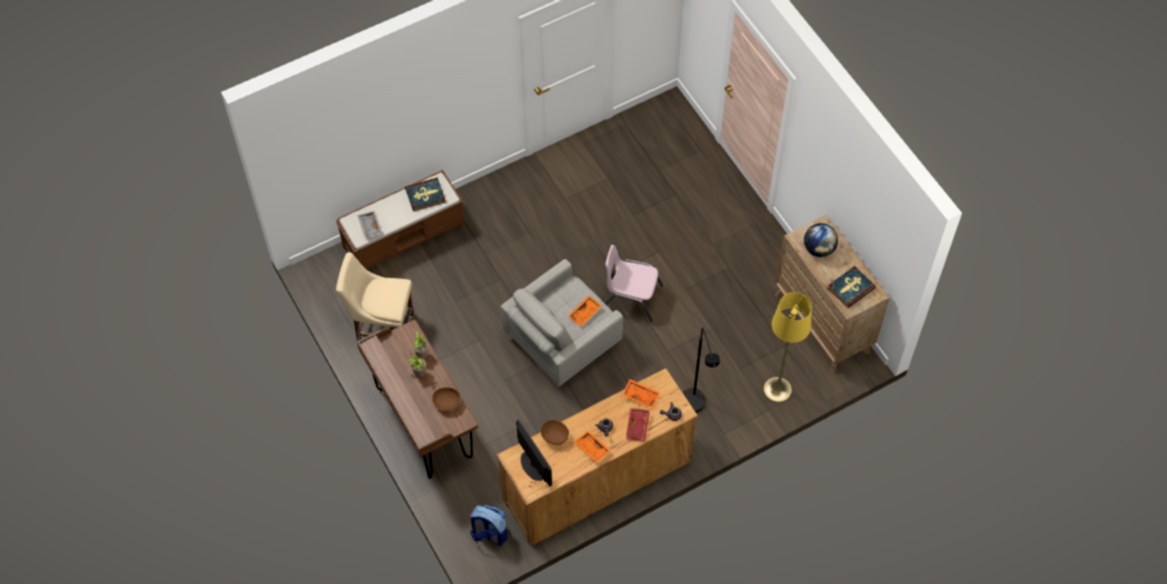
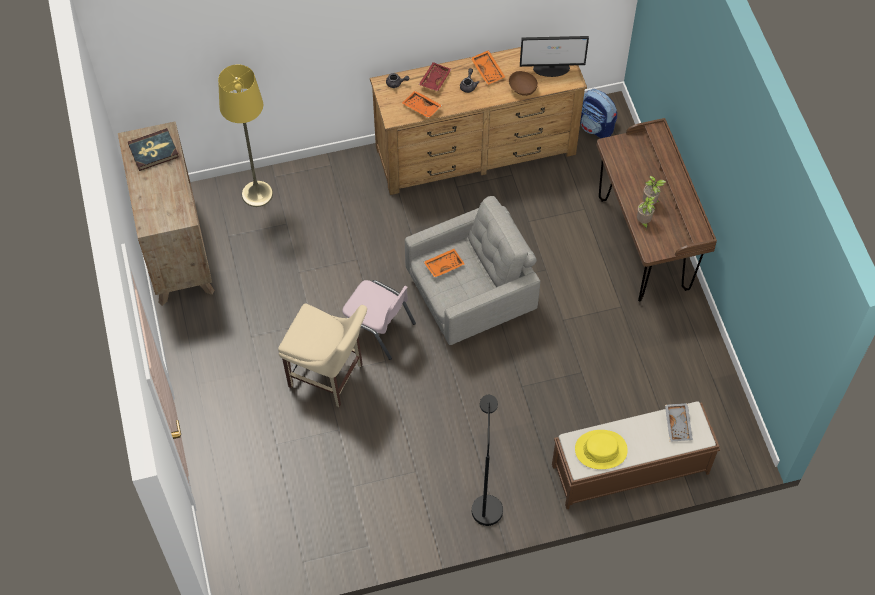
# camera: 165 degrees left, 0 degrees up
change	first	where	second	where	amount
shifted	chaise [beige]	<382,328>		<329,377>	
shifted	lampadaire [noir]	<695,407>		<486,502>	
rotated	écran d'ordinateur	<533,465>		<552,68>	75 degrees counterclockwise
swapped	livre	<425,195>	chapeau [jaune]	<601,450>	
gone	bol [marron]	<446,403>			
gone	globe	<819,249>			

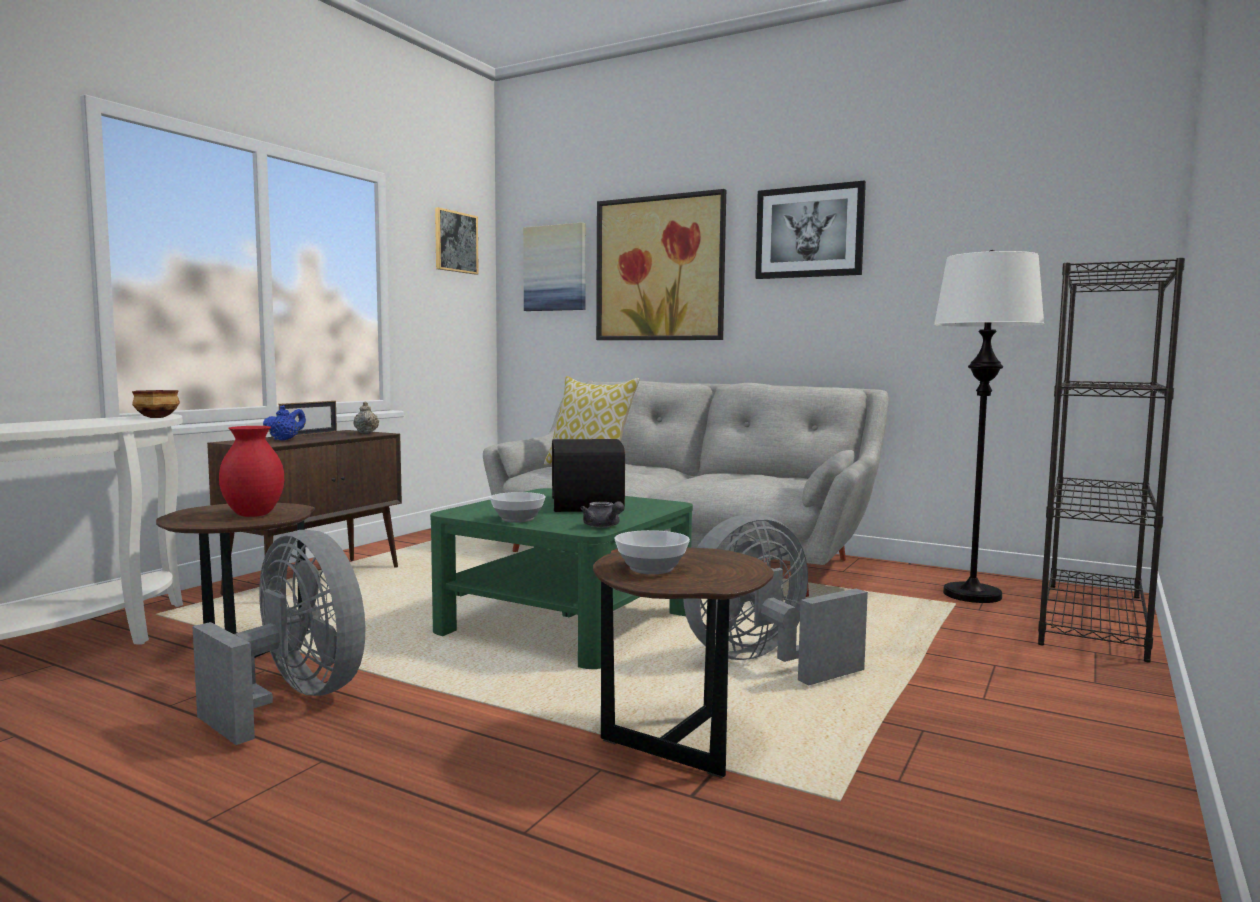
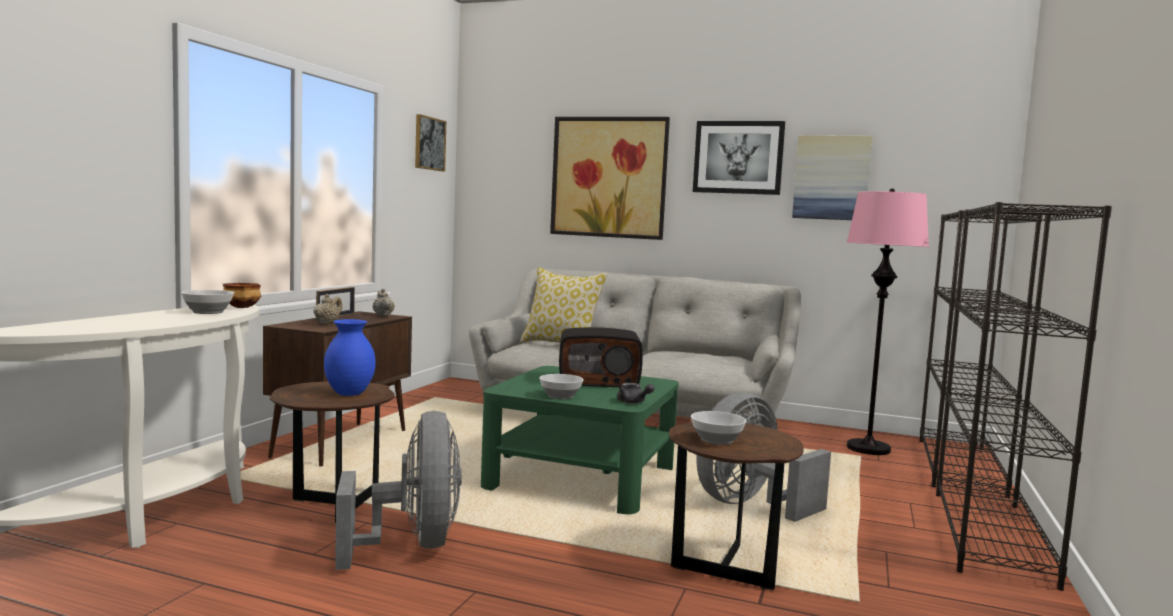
# camera: 10 degrees left, 0 degrees up
change	first	where	second	where	amount
new			bol	<208,312>	
repainted	théière [bleu]	<285,440>	théière [beige]	<327,323>	
repainted	vase [rouge]	<254,515>	vase [bleu]	<350,394>	
rotated	ventilateur [gris]	<294,699>		<412,545>	45 degrees clockwise
rotated	radio	<588,504>		<599,381>	75 degrees counterclockwise
shifted	tableau	<555,268>		<831,178>	
repainted	lampadaire [blanc]	<971,595>	lampadaire [rose]	<868,448>	
new			bibliothèque [noir]	<991,536>	

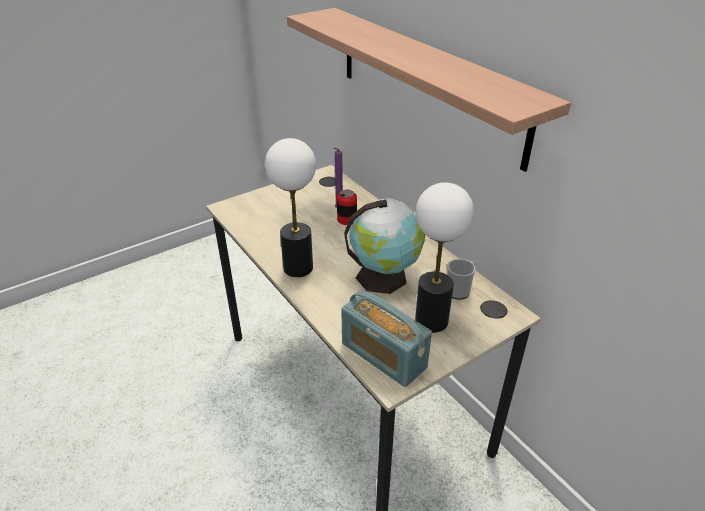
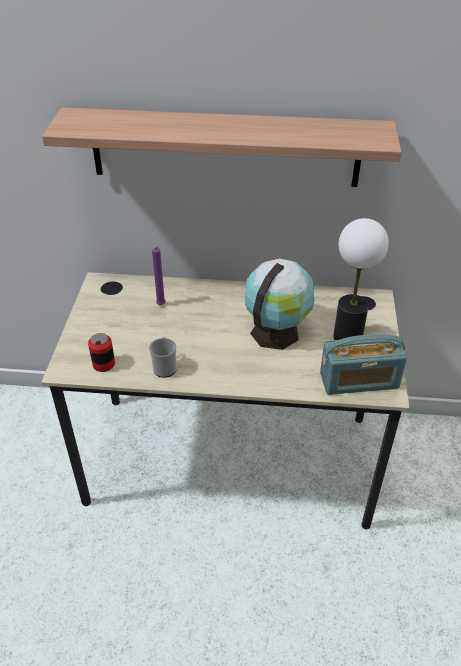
# camera: 50 degrees left, 5 degrees up
change	first	where	second	where	amount
shifted	boîte métallique	<347,220>		<104,364>	
shifted	mug	<459,290>		<165,367>	
gone	lampe de table	<298,268>			

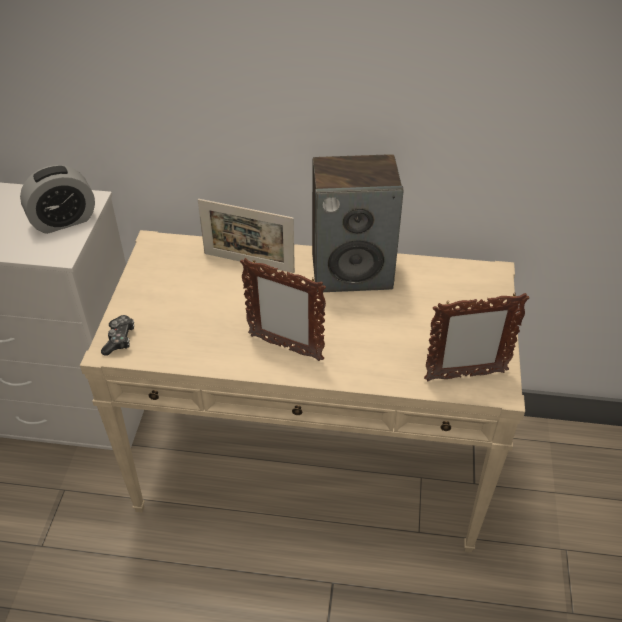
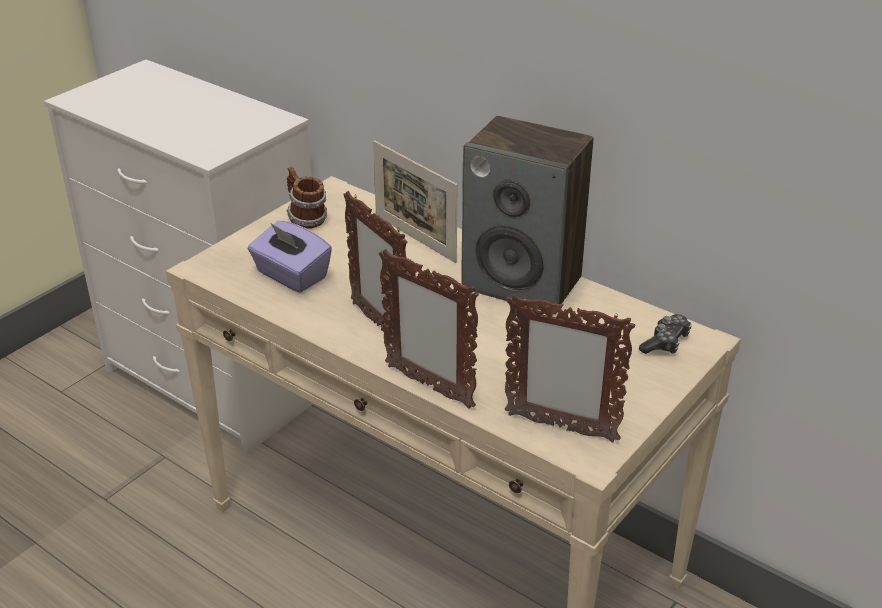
# camera: 30 degrees right, 10 degrees down
change	first	where	second	where	amount
new			boîte à mouchoirs [violet]	<291,276>	
new			mug	<305,219>	
new			cadre photo	<428,386>	
shifted	manette	<119,339>		<665,342>	
gone	réveil	<63,221>			

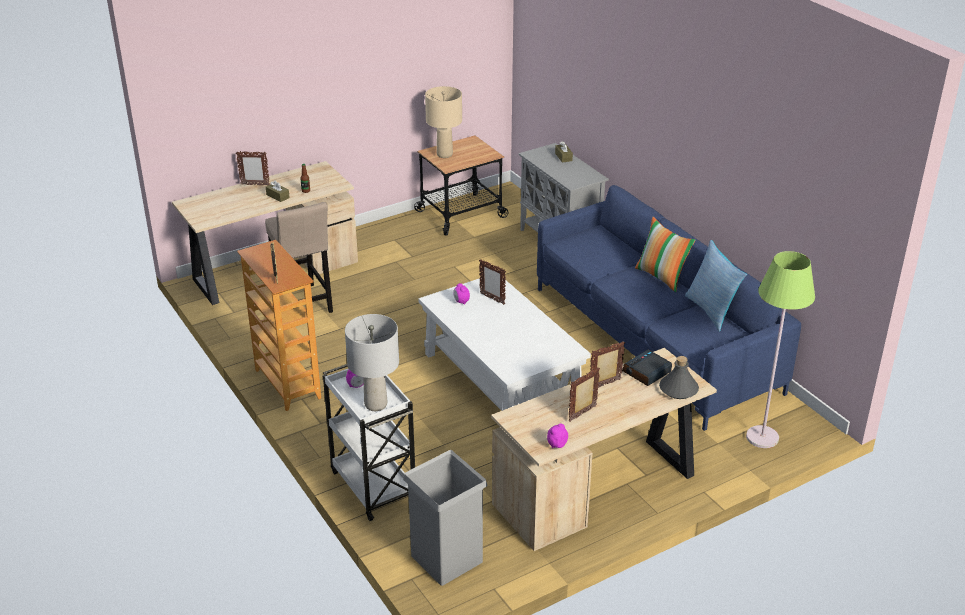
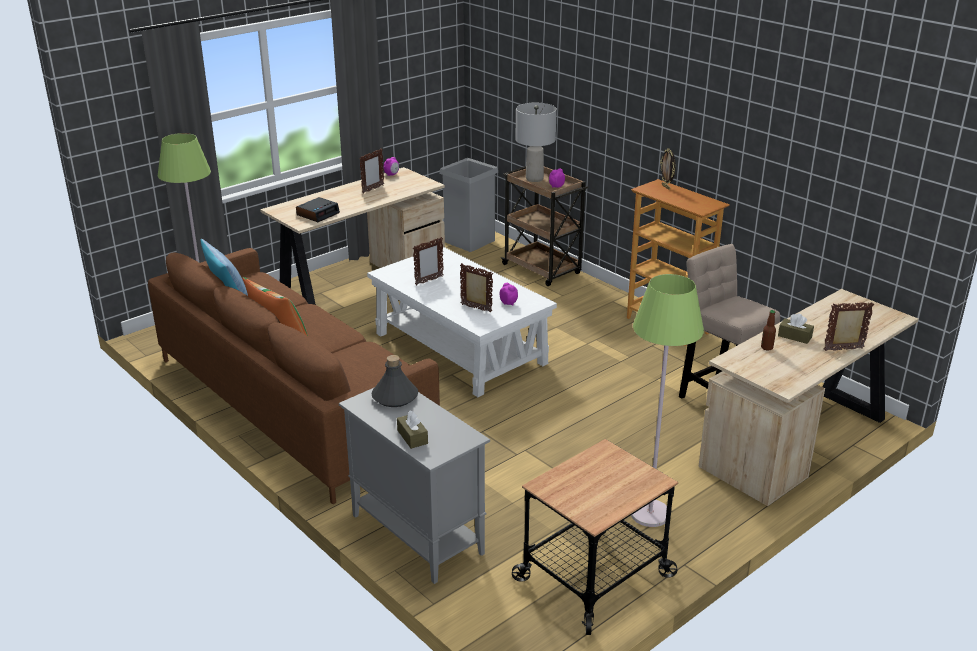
# camera: 170 degrees right, 5 degrees down
change	first	where	second	where	amount
repainted	canapé [bleu]	<654,339>	canapé [marron]	<292,402>	
shifted	bouteille [gris]	<678,389>		<394,397>	
shifted	cadre photo	<605,385>		<429,281>	
repainted	chariot [blanc]	<373,485>	chariot [marron]	<542,270>	
new			lampadaire [vert]	<650,514>	
gone	lampe de table [beige]	<444,154>			

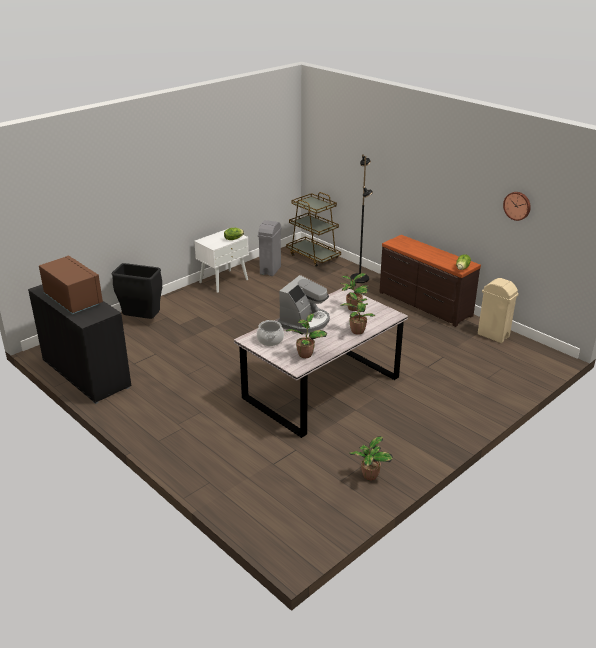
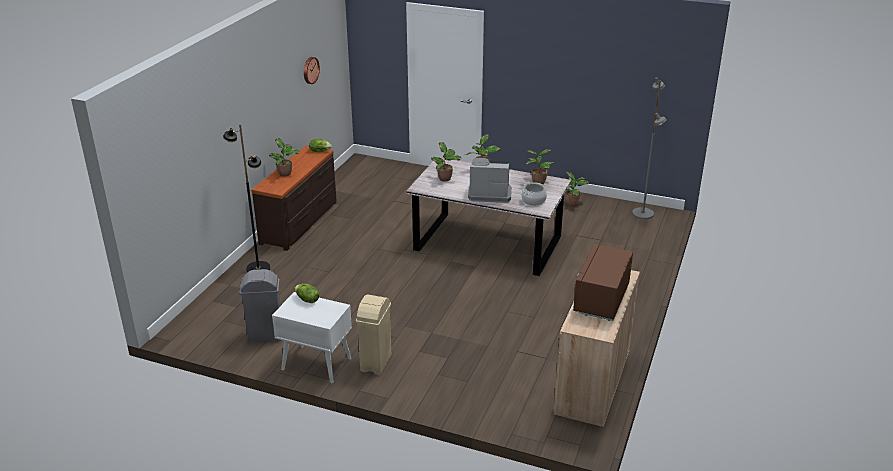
# camera: 115 degrees left, 0 degrees up
change	first	where	second	where	amount
new			plante en pot	<285,174>	
shifted	poubelle [beige]	<493,335>		<375,363>	
repainted	meuble de rangement [noir]	<86,373>	meuble de rangement [beige]	<592,382>	
new			lampadaire [gris]	<643,213>	
gone	poubelle [noir]	<142,320>			
gone	chariot [marron]	<313,256>			

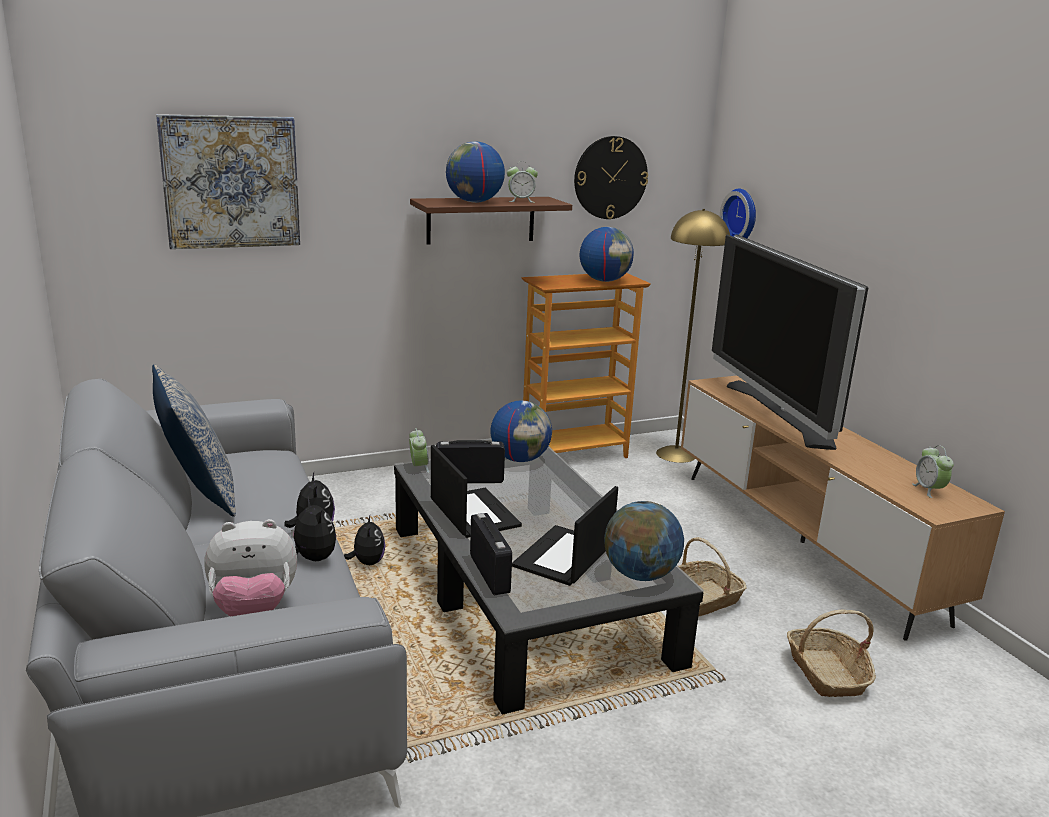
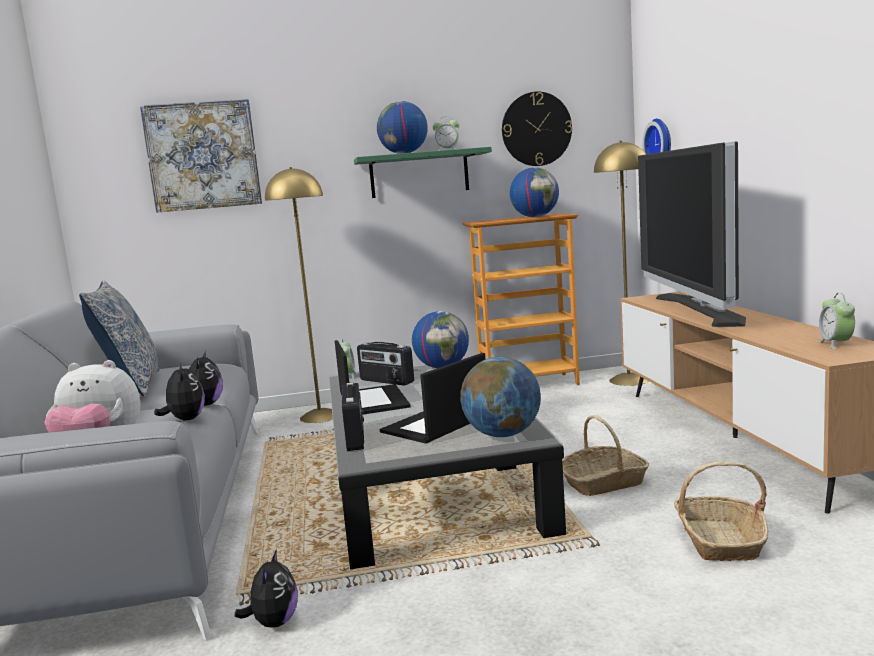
# camera: 15 degrees right, 10 degrees down
change	first	where	second	where	amount
shifted	peluche	<367,562>		<274,623>	
new			lampadaire [jaune]	<319,416>	
repainted	étagère [marron]	<481,220>	étagère [vert]	<419,174>	
rotated	radio	<469,480>		<386,381>	150 degrees counterclockwise

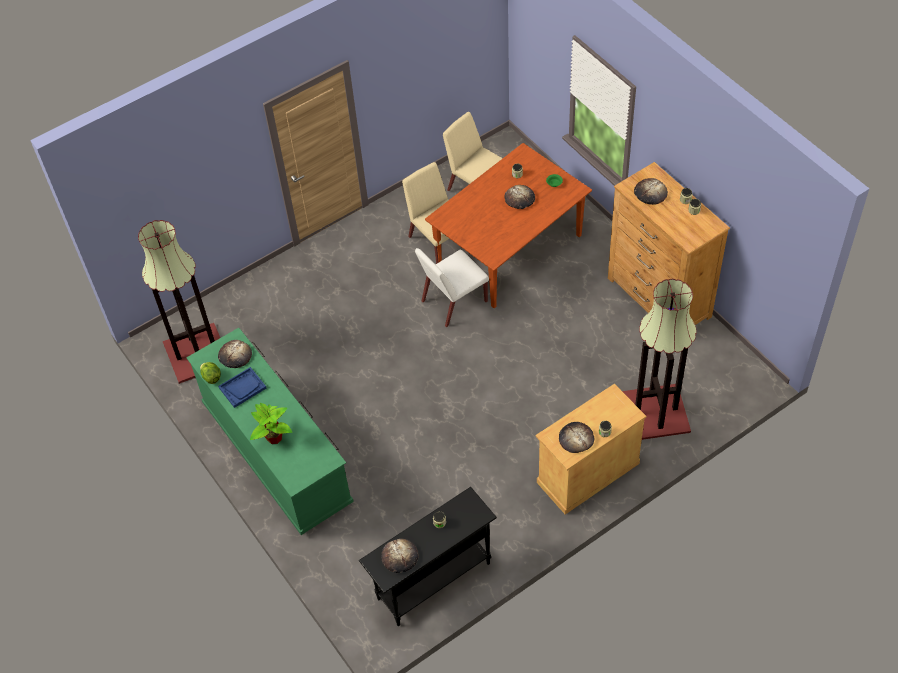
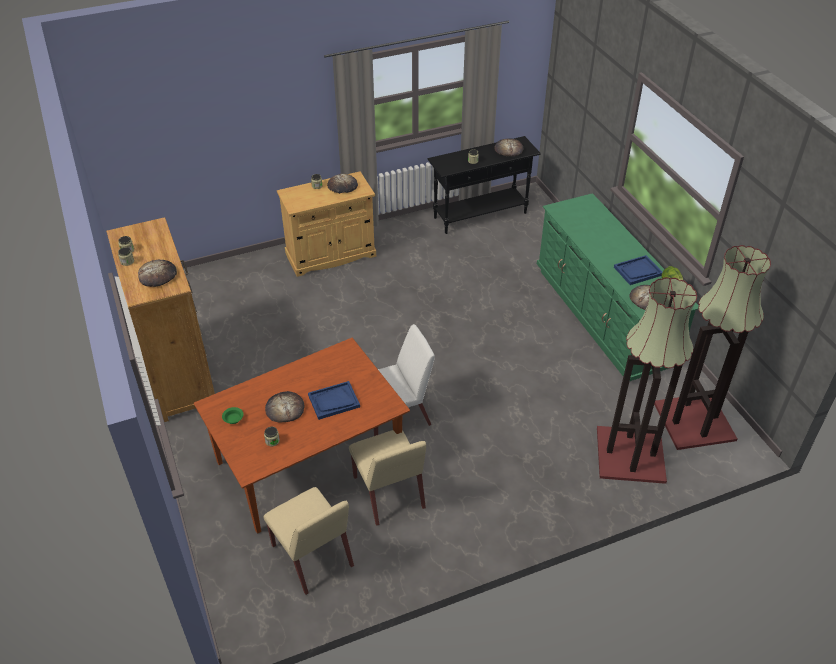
# camera: 170 degrees left, 10 degrees down
change	first	where	second	where	amount
new			plateau [bleu]	<333,401>	
shifted	lampadaire	<655,413>		<631,454>	
gone	plante en pot	<274,437>			

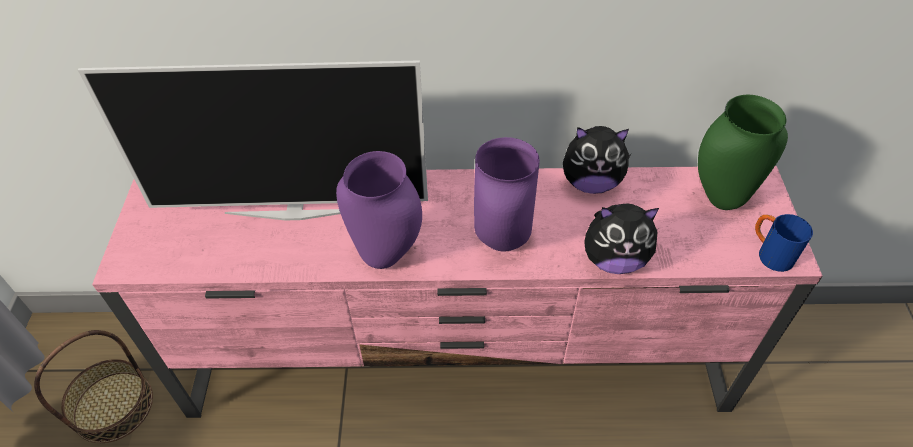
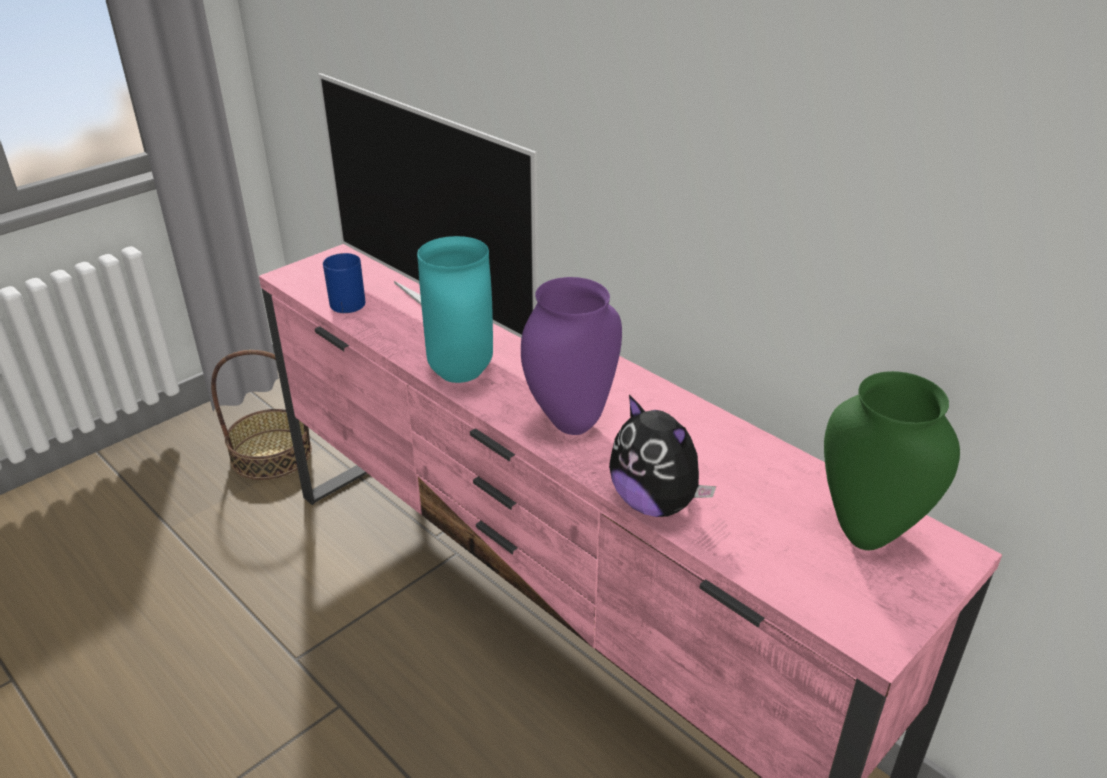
# camera: 45 degrees right, 15 degrees down
change	first	where	second	where	amount
shifted	mug [bleu]	<769,254>		<349,301>	
repainted	vase [violet]	<387,254>	vase [turquoise]	<463,374>	
gone	peluche	<590,183>			

